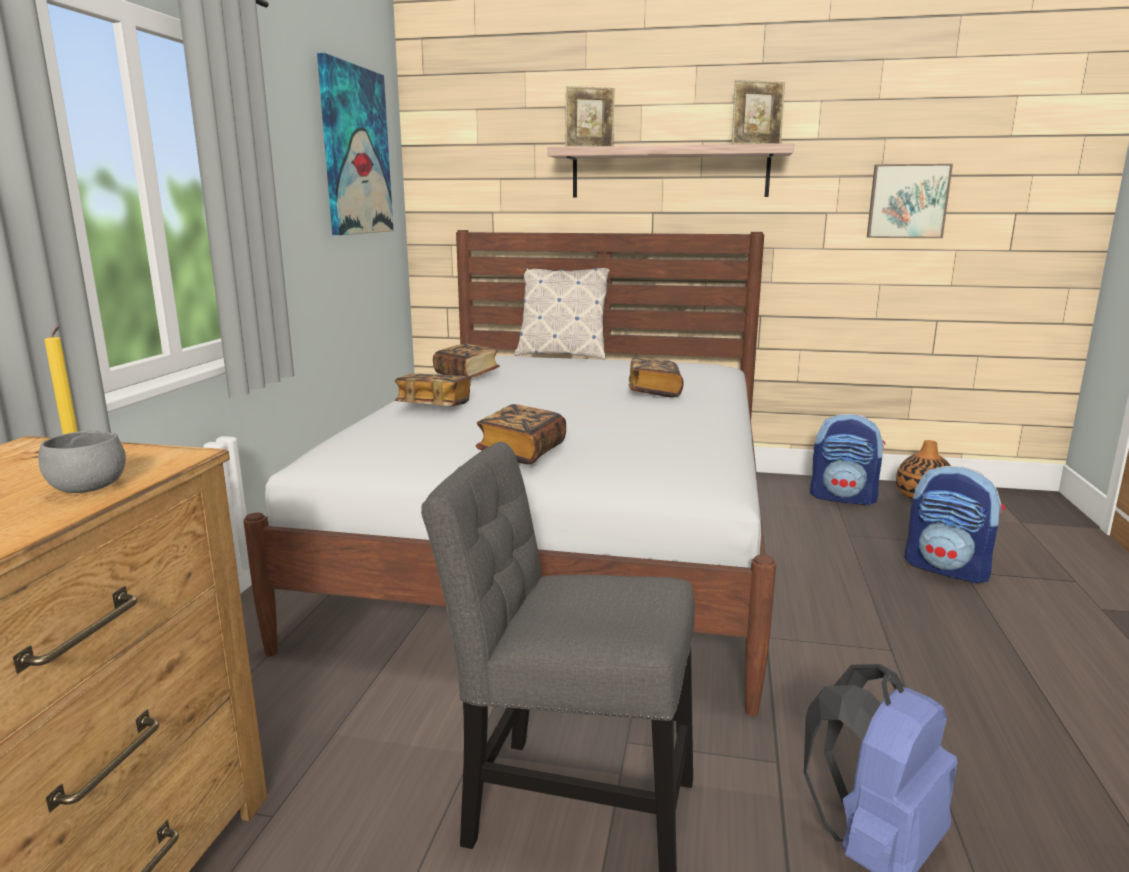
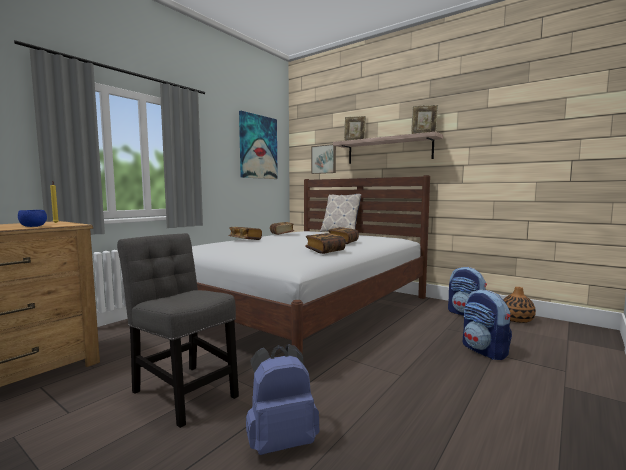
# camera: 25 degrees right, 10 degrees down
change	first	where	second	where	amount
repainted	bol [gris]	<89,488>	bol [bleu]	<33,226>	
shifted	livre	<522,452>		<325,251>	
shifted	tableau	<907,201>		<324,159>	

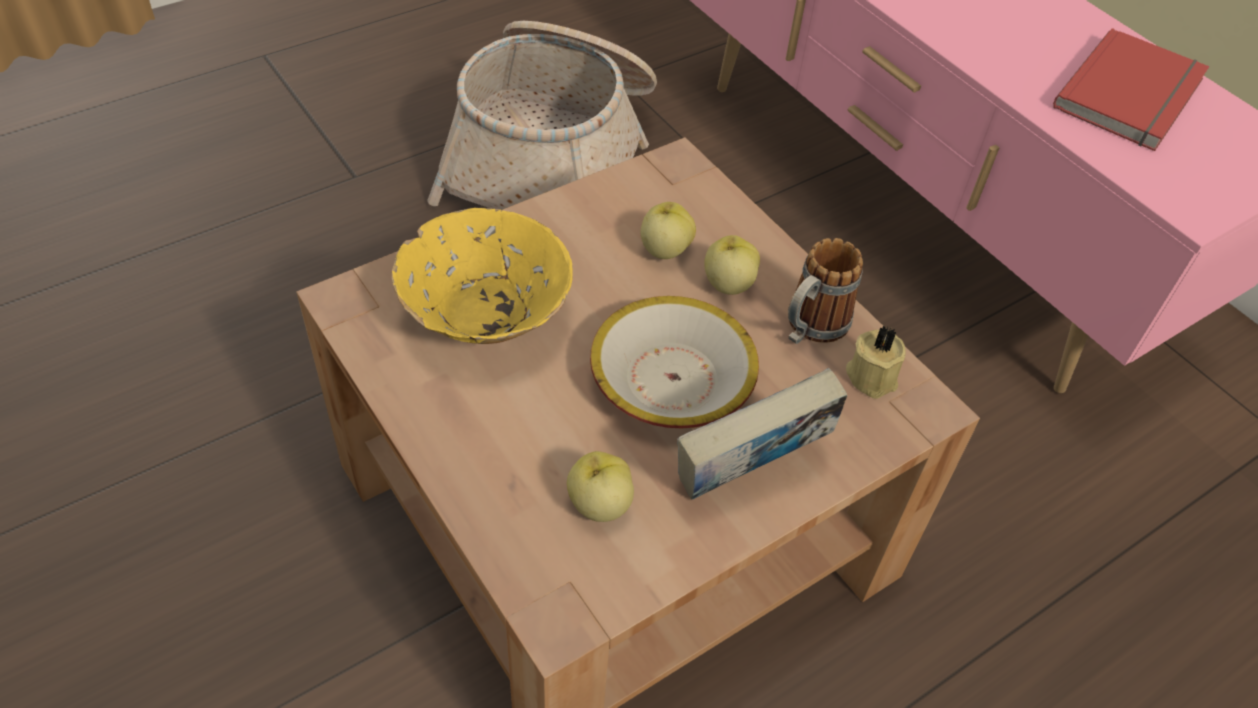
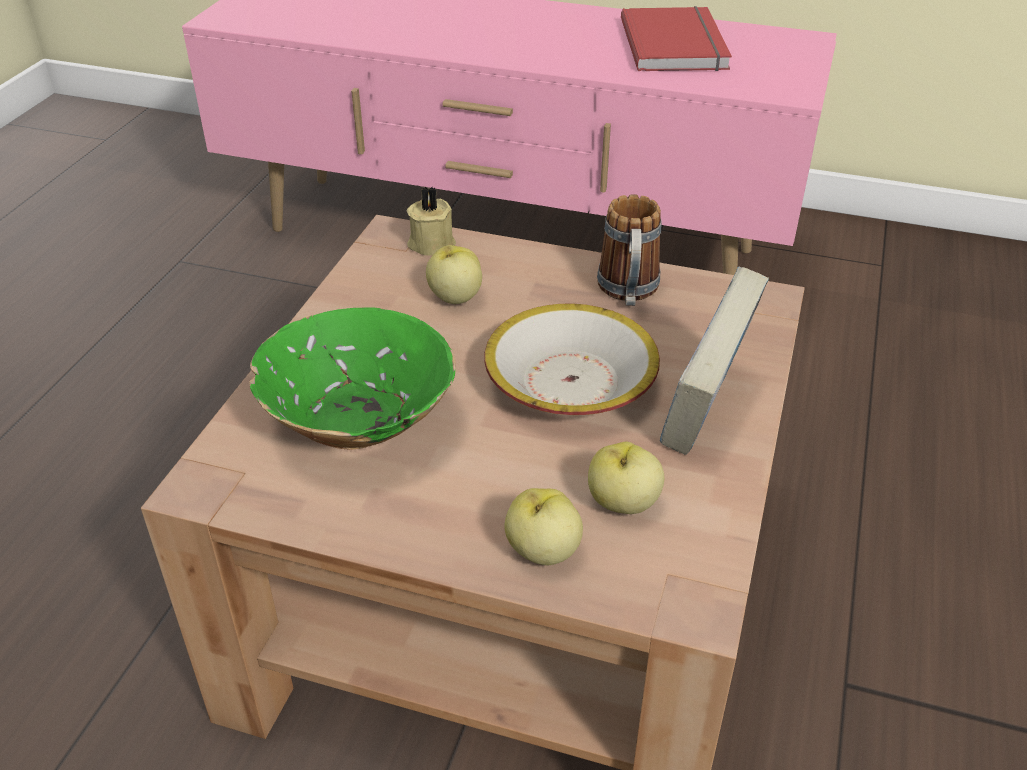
# camera: 35 degrees left, 10 degrees down
change	first	where	second	where	amount
repainted	bol [jaune]	<485,315>	bol [vert]	<358,424>	
shifted	bougie [beige]	<872,375>		<431,243>	
shifted	pomme	<728,284>		<542,551>	
gone	panier	<554,156>			

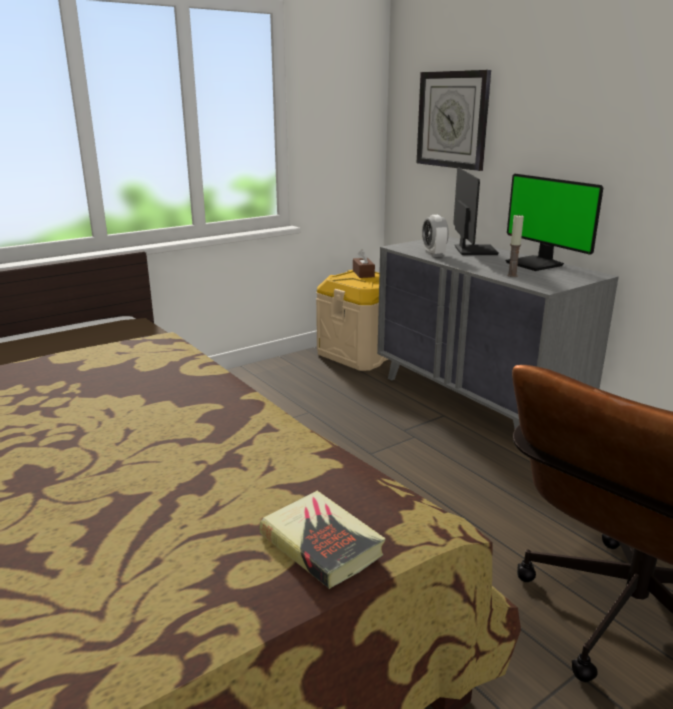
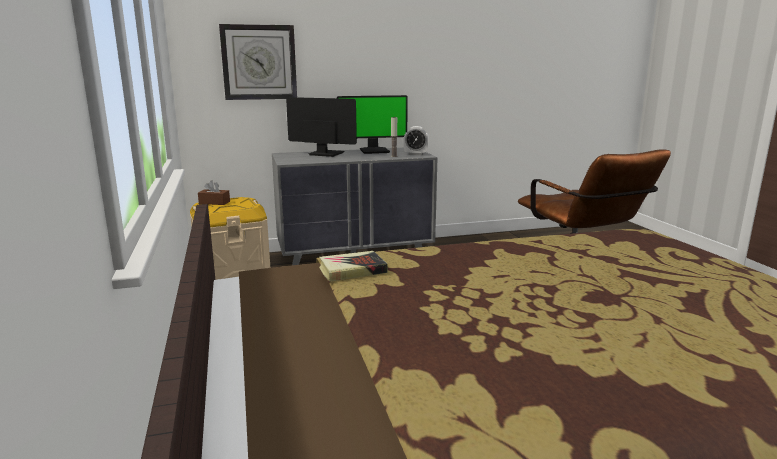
# camera: 70 degrees left, 5 degrees down
change	first	where	second	where	amount
shifted	livre	<321,544>		<352,270>	
shifted	réveil	<434,254>		<416,154>	

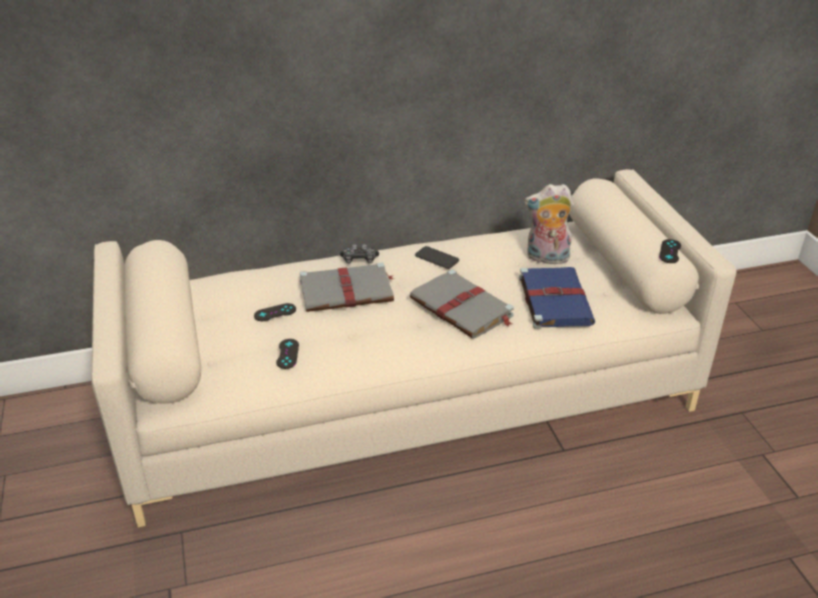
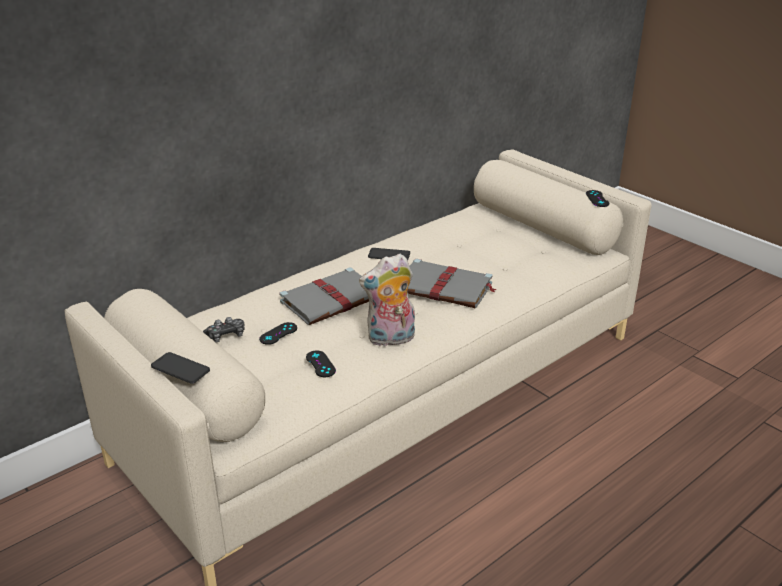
# camera: 25 degrees left, 5 degrees down
change	first	where	second	where	amount
new			téléphone	<180,368>	
shifted	manette	<359,260>		<226,336>	
shifted	peluche	<546,258>		<390,339>	
gone	livre [bleu]	<554,299>			

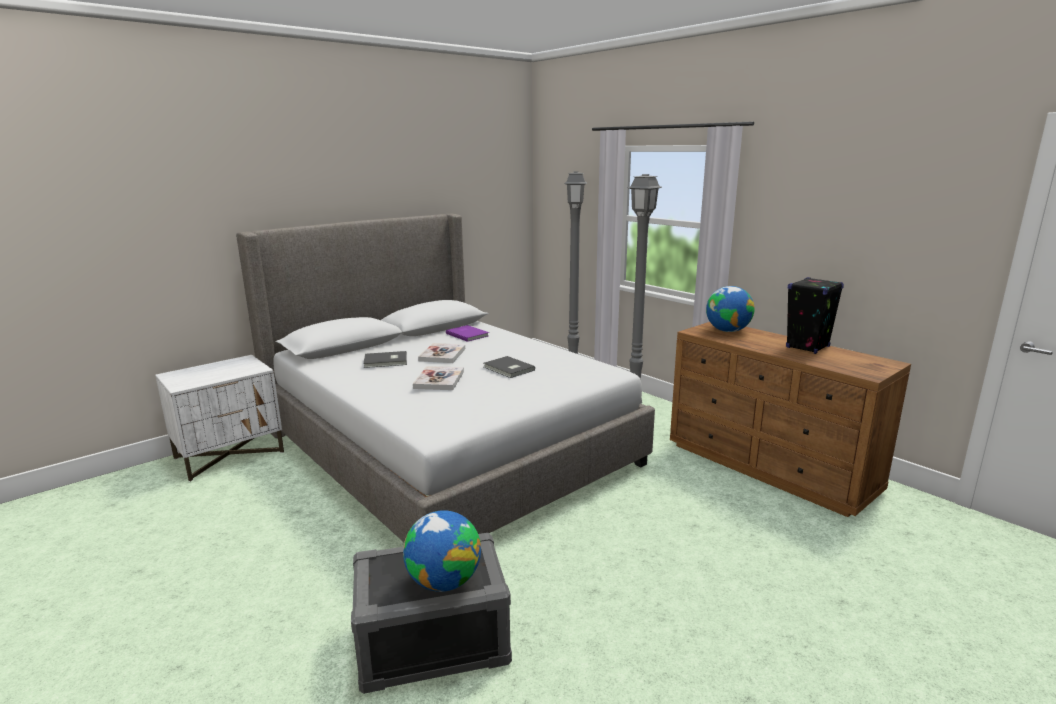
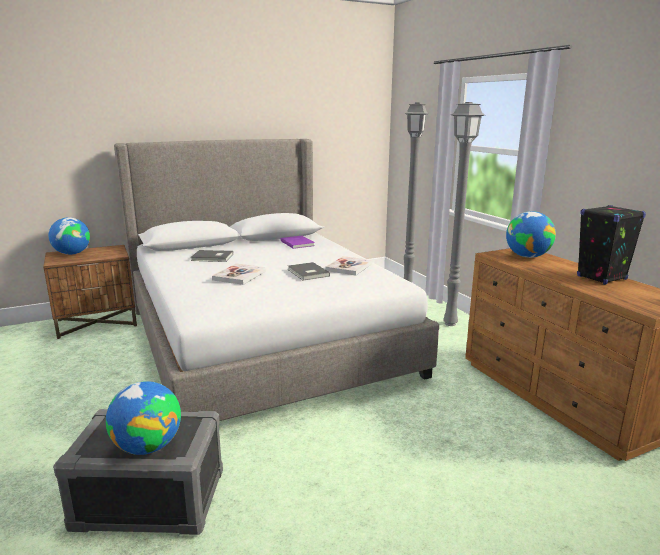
# camera: 15 degrees right, 0 degrees up
change	first	where	second	where	amount
repainted	table de chevet [blanc]	<230,455>	table de chevet [marron]	<97,323>	
new			globe	<72,254>	
shifted	livre	<442,354>		<349,267>	

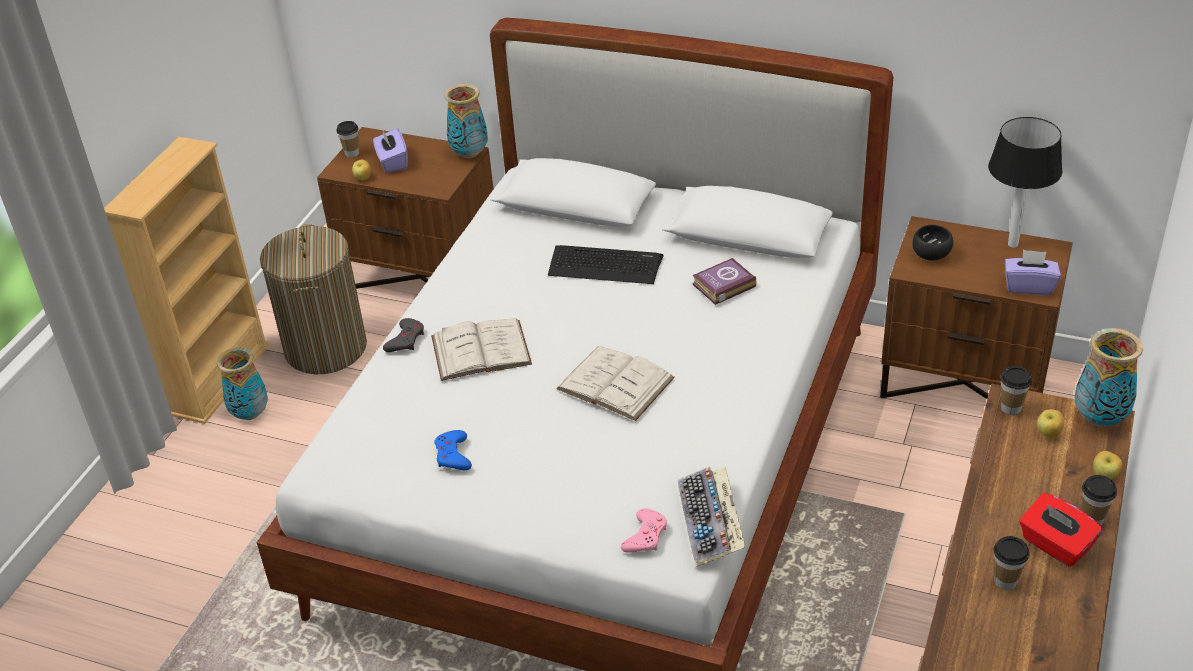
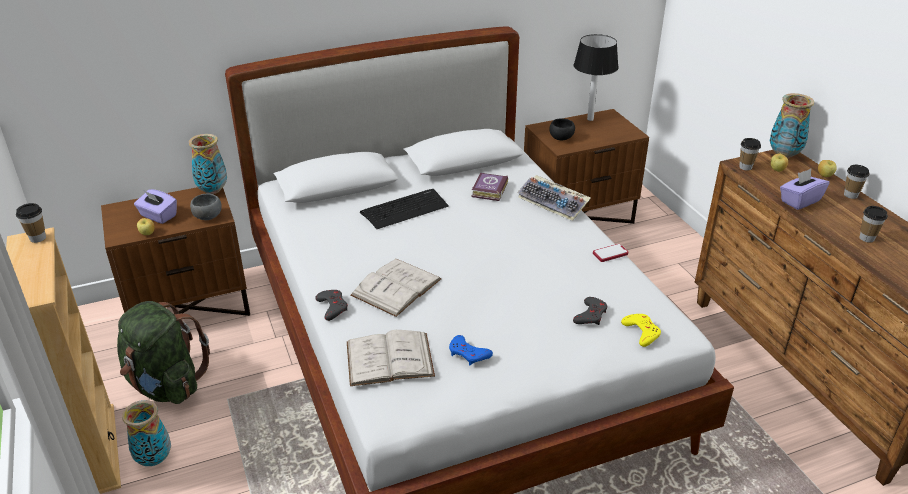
# camera: 45 degrees left, 5 degrees down
change	first	where	second	where	amount
shifted	tasse	<352,153>		<38,238>	
swapped	panier à linge	<326,348>	sac à dos [vert]	<166,385>	
new			bol [gris]	<207,216>	
shifted	livre [blanc]	<615,383>		<389,359>	
shifted	clavier	<711,524>		<554,203>	
new			manette [gris]	<590,315>	
new			téléphone	<610,254>	
repainted	manette [rose]	<645,536>	manette [jaune]	<641,332>	
shifted	boîte à mouchoirs [violet]	<1029,286>		<799,201>	
gone	boîte à mouchoirs [rouge]	<1055,545>			

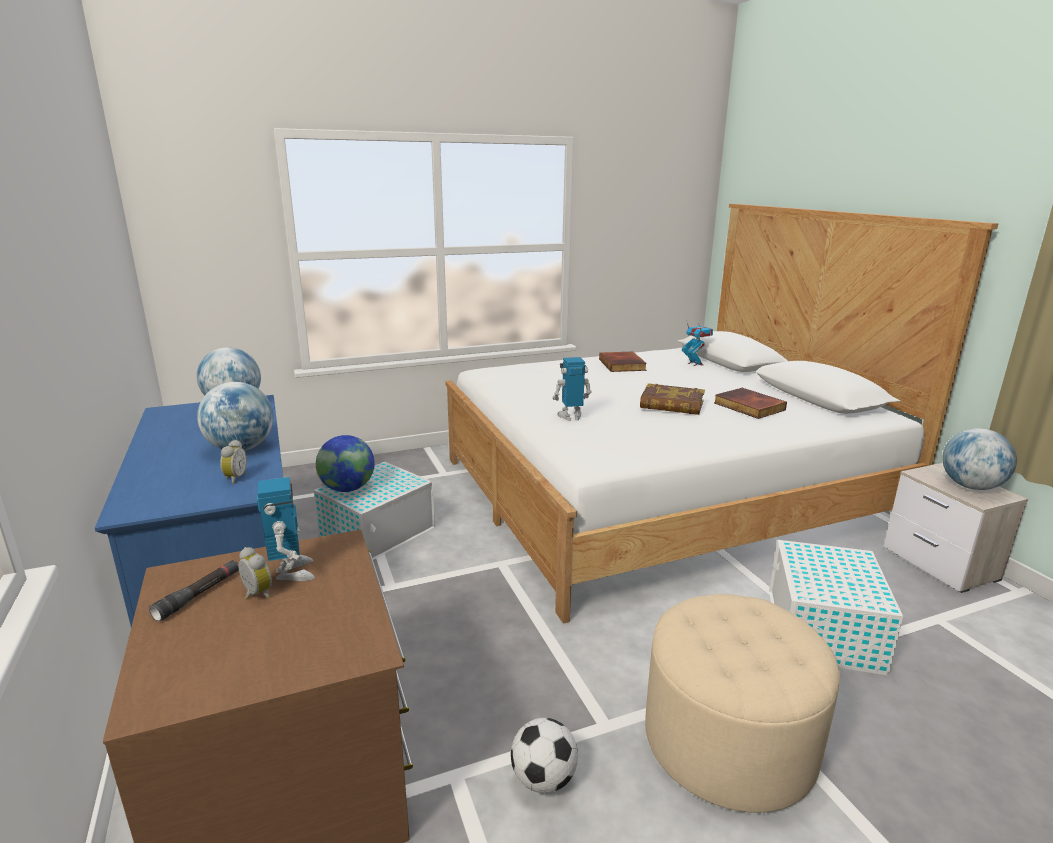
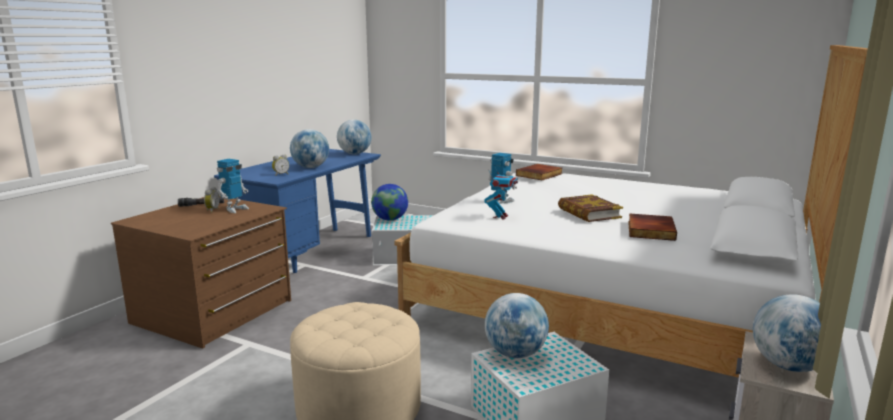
# camera: 50 degrees right, 5 degrees down
change	first	where	second	where	amount
shifted	robot jouet	<695,364>		<500,217>	
new			globe	<515,354>	
shifted	livre	<623,365>		<539,175>	
gone	ballon de foot	<543,779>			

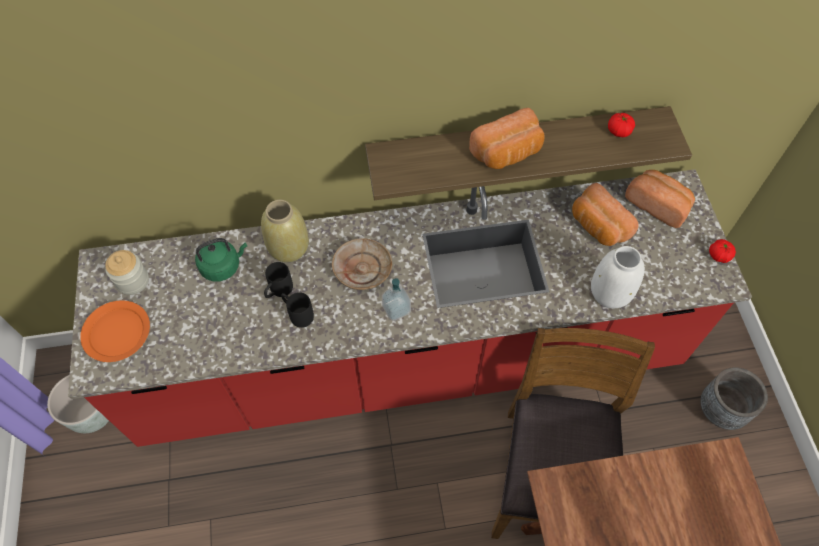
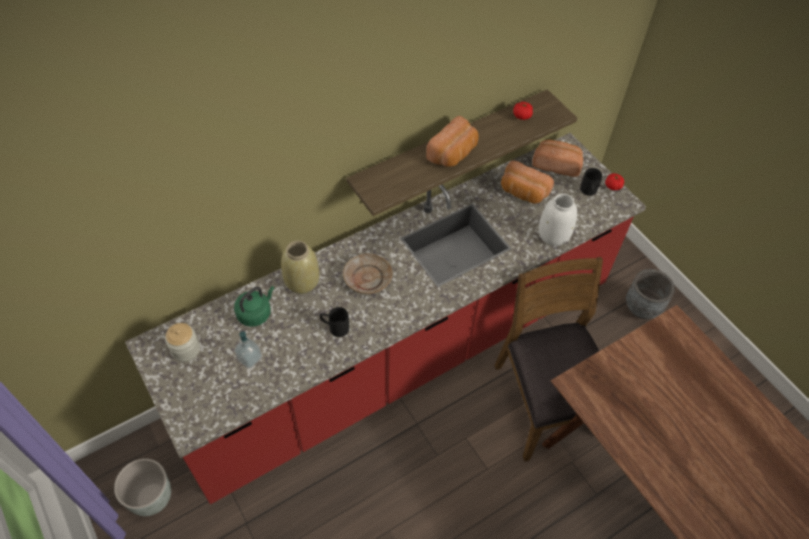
# camera: 25 degrees left, 5 degrees down
change	first	where	second	where	amount
shifted	distributeur de savon	<396,309>		<249,358>	
shifted	mug [noir]	<278,291>		<588,192>	
gone	assiette [orange]	<117,332>			

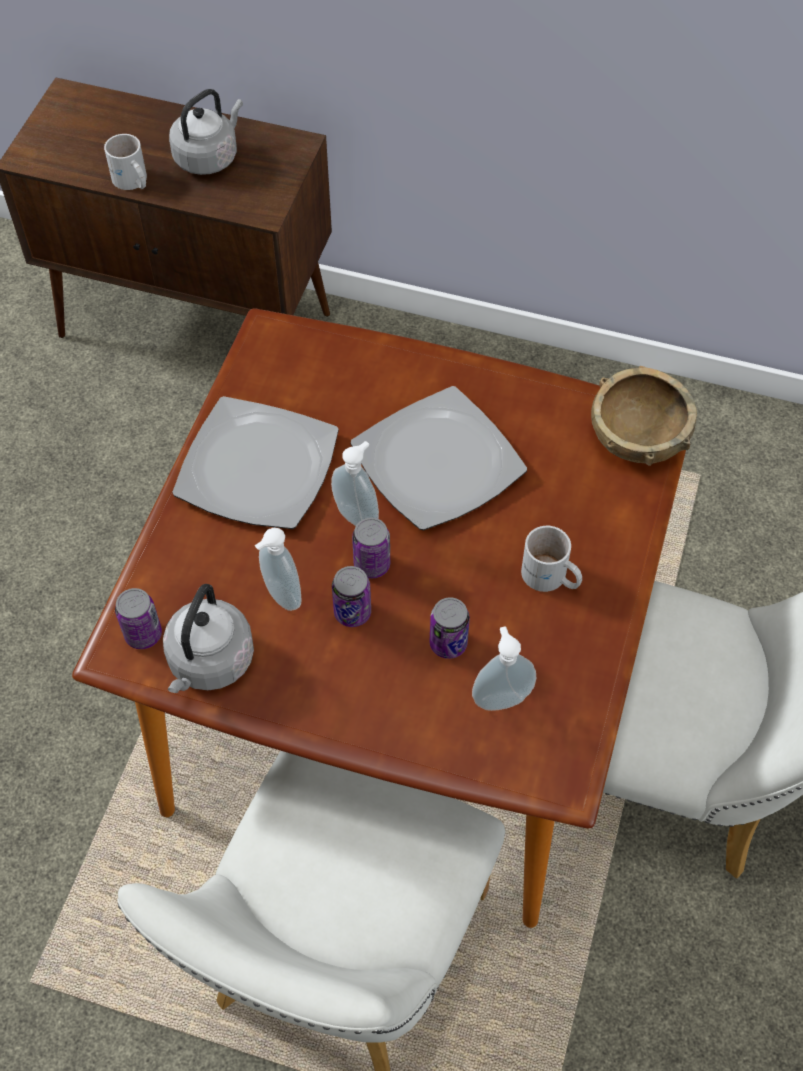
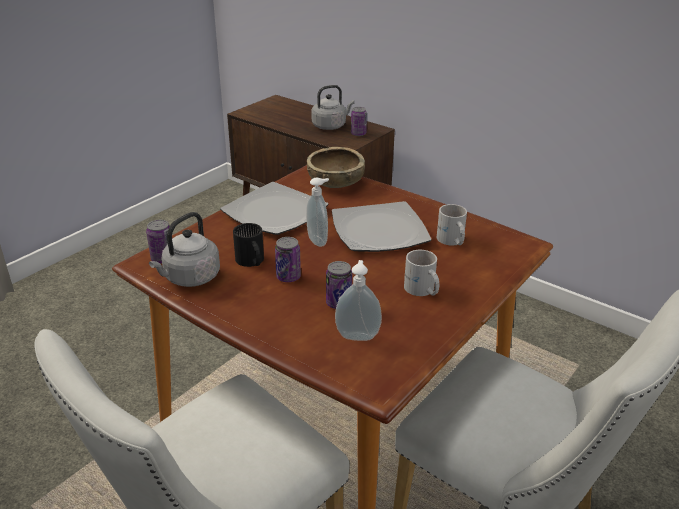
# camera: 20 degrees right, 25 degrees down
change	first	where	second	where	amount
swapped	distributeur de savon	<280,597>	mug [noir]	<250,262>	
shifted	bol [marron]	<638,436>		<335,183>	
shifted	boîte métallique	<372,564>		<358,134>	
shifted	mug [blanc]	<131,182>		<451,241>	

